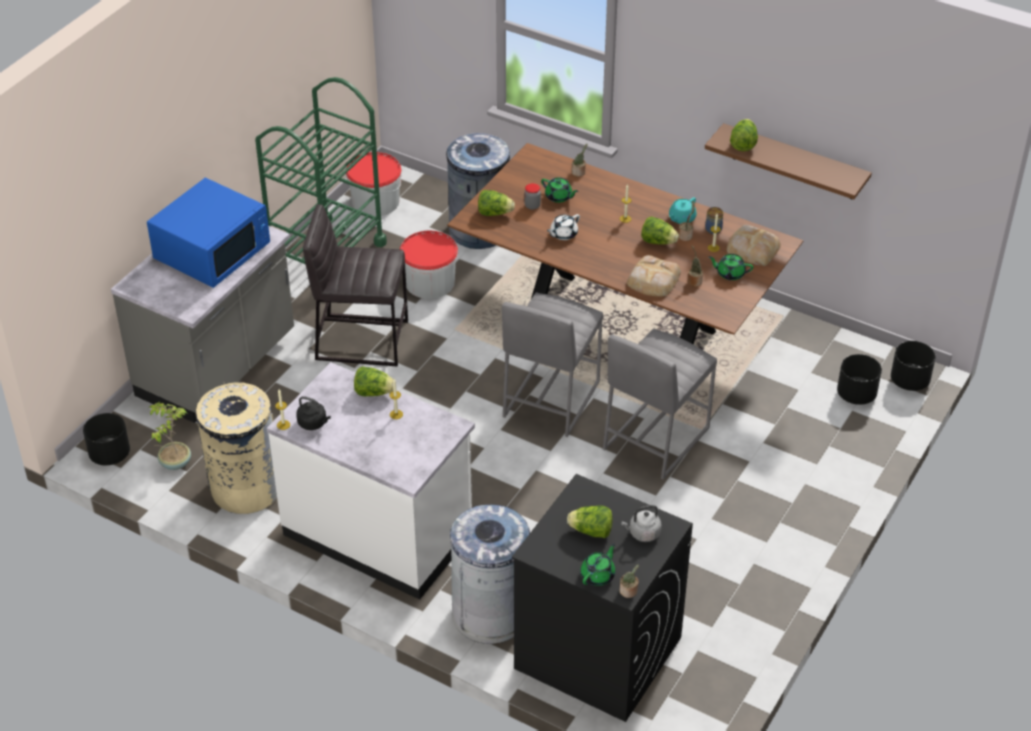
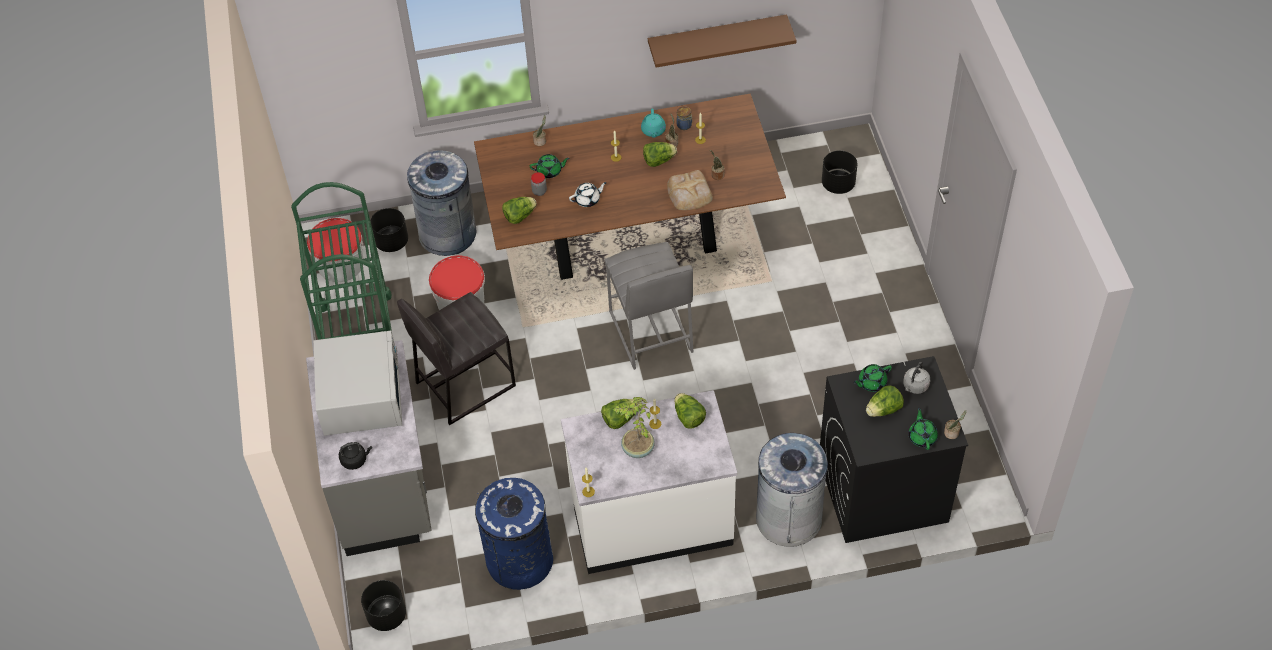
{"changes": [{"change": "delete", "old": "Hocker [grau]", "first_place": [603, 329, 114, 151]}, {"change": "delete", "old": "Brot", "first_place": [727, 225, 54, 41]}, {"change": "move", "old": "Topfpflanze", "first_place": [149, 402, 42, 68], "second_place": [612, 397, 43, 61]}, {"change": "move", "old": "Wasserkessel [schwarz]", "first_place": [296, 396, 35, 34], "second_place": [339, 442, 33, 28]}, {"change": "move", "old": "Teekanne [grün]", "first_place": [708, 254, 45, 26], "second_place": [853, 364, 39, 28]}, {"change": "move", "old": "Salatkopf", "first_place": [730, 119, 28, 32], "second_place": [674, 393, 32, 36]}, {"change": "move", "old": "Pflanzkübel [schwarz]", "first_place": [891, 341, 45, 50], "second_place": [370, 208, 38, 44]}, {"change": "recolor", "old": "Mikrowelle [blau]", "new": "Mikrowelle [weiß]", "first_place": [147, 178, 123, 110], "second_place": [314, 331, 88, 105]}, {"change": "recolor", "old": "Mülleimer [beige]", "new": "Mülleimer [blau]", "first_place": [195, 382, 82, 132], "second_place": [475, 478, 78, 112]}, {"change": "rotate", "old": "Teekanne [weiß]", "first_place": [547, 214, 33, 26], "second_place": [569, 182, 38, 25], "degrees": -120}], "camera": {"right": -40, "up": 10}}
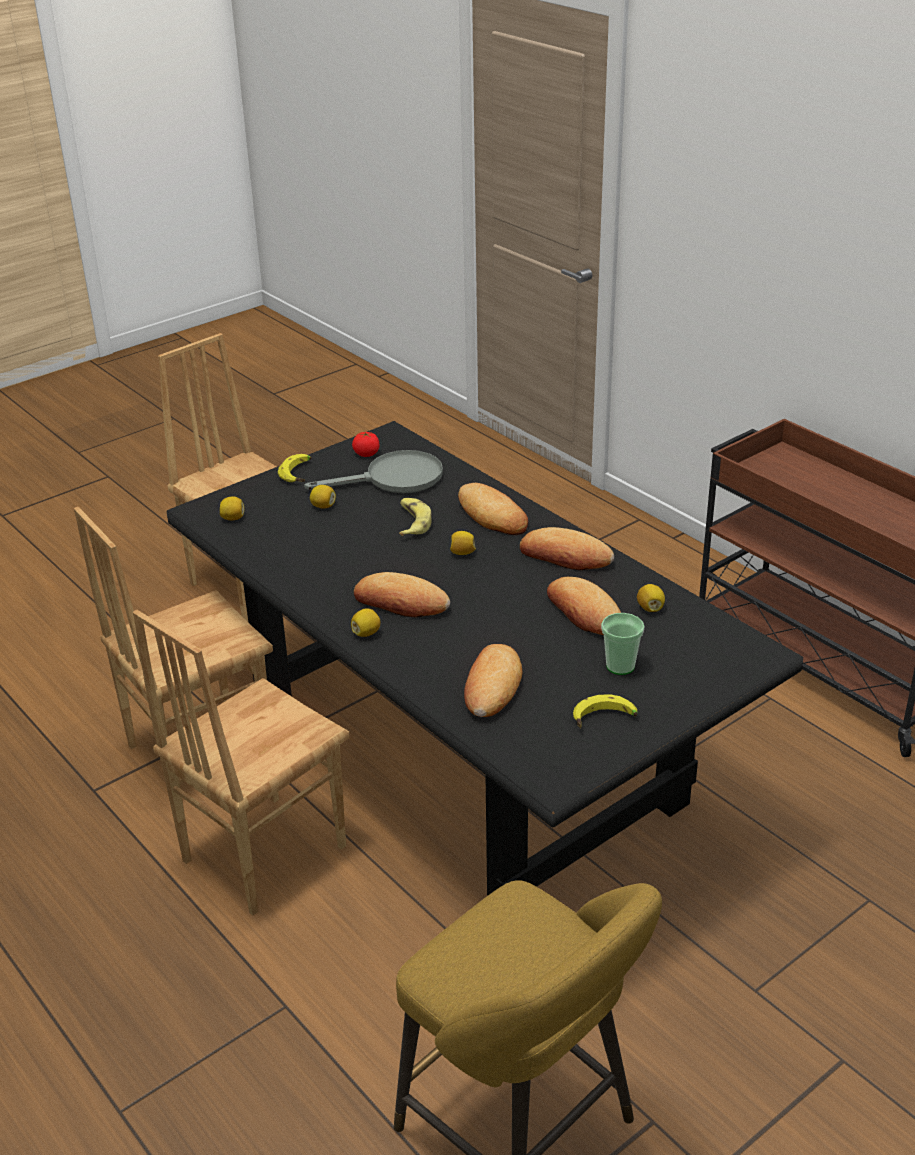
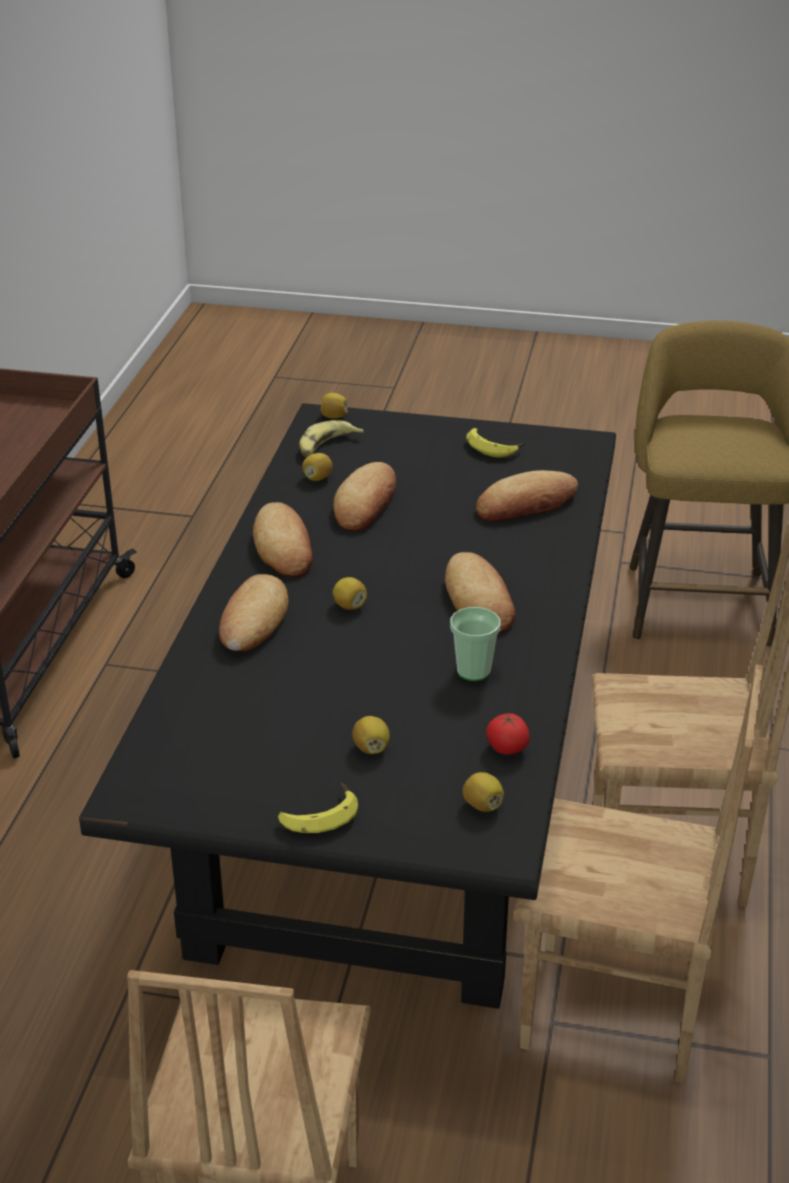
{"changes": [{"change": "delete", "old": "Pfanne [grau]", "first_place": [304, 450, 139, 43]}, {"change": "move", "old": "Zitrone", "first_place": [351, 608, 29, 29], "second_place": [320, 393, 28, 25]}, {"change": "move", "old": "Tomate", "first_place": [352, 432, 27, 25], "second_place": [486, 712, 44, 43]}, {"change": "move", "old": "Banane", "first_place": [399, 498, 33, 38], "second_place": [299, 420, 65, 37]}, {"change": "move", "old": "Tasse", "first_place": [601, 613, 44, 62], "second_place": [450, 607, 51, 74]}], "camera": {"right": -130, "up": 0}}
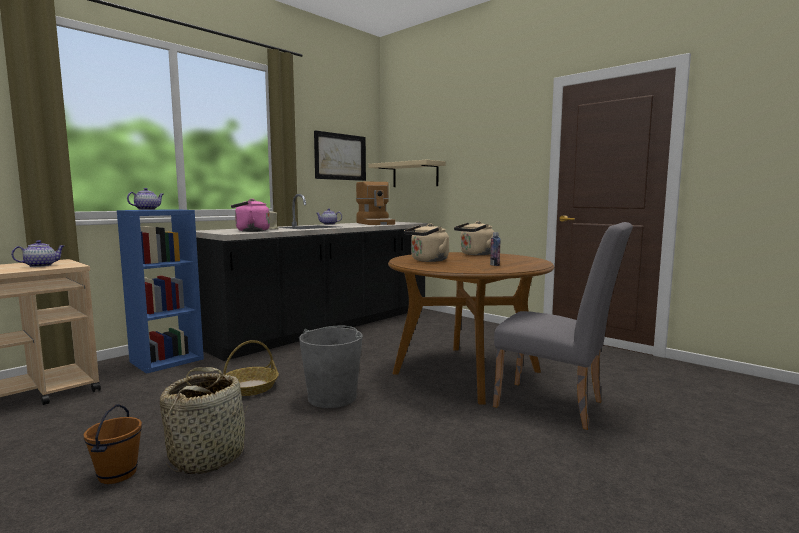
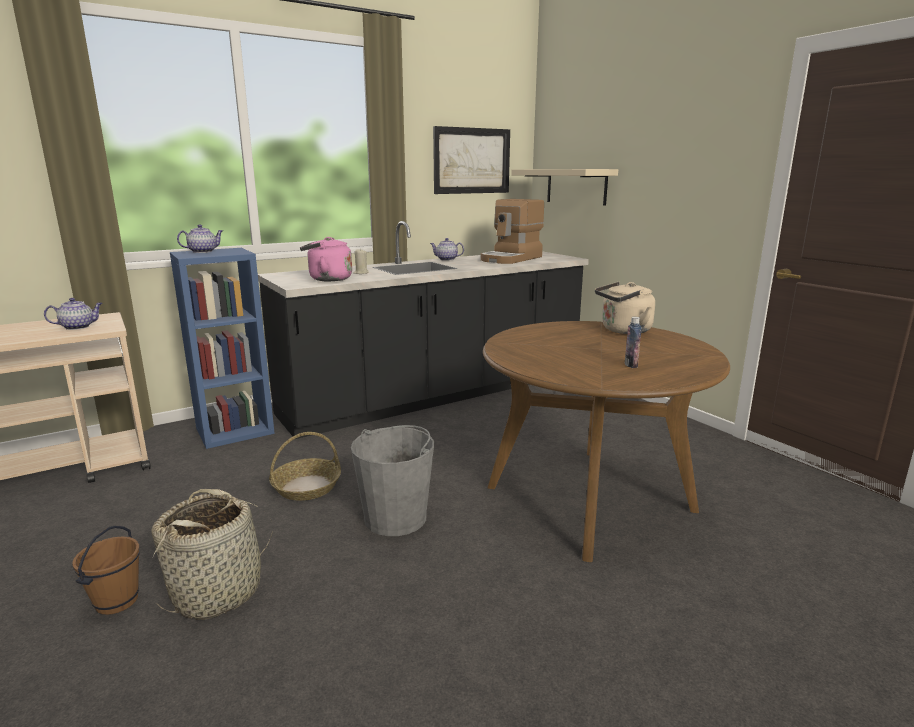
{"changes": [{"change": "delete", "old": "Wasserkessel [beige]", "first_place": [404, 224, 45, 38]}, {"change": "delete", "old": "Stuhl [grau]", "first_place": [493, 222, 140, 208]}, {"change": "rotate", "old": "Kaffeemaschine", "first_place": [356, 181, 39, 44], "second_place": [481, 199, 63, 65], "degrees": 45}], "camera": {"right": 15, "up": 10}}
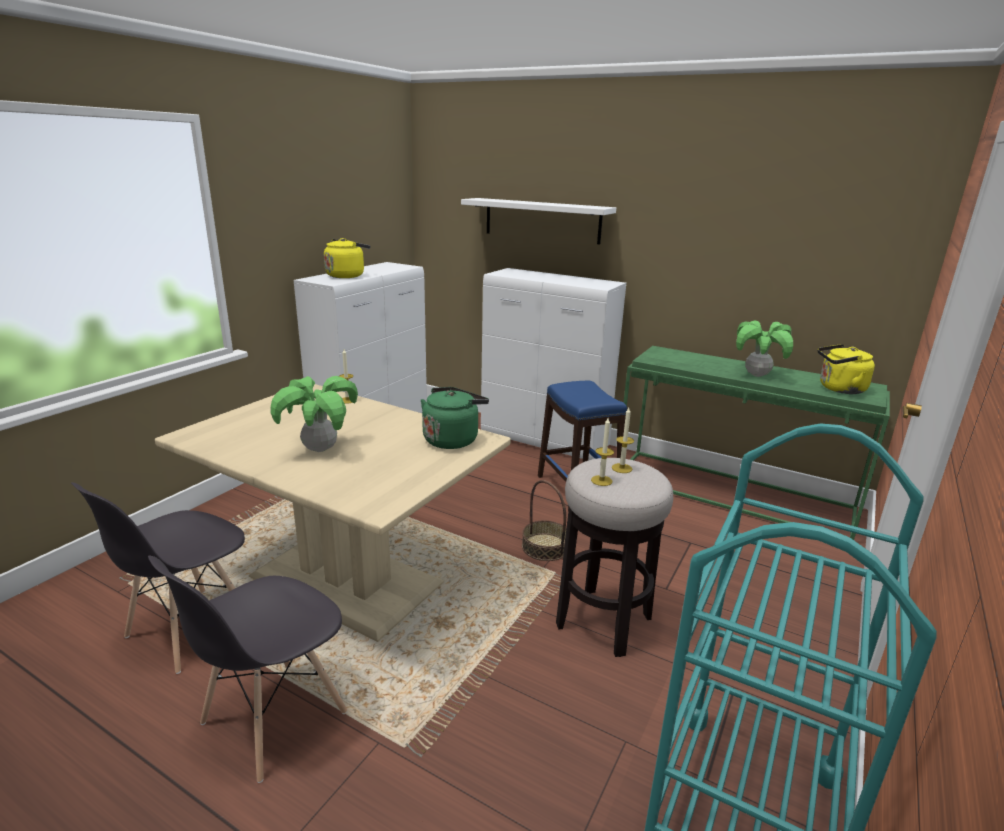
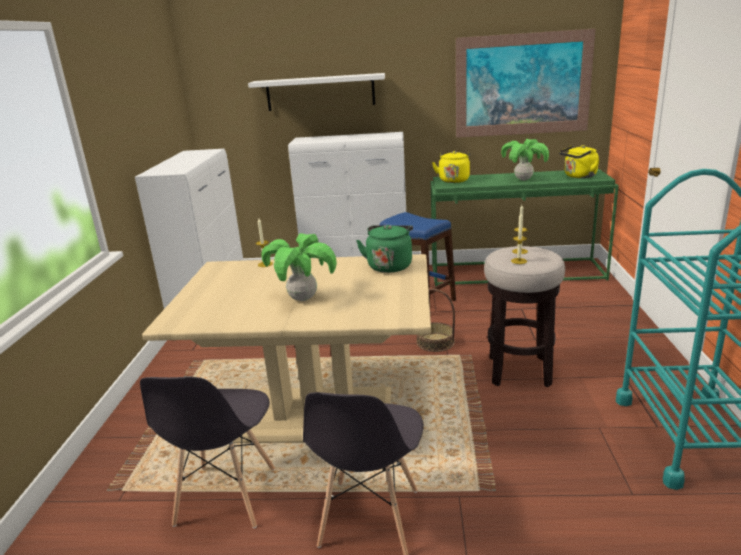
{"changes": [{"change": "insert", "new": "Bild", "second_place": [456, 29, 140, 109]}, {"change": "move", "old": "Wasserkessel [gelb]", "first_place": [324, 238, 46, 40], "second_place": [432, 151, 38, 32]}], "camera": {"right": -25, "up": 0}}
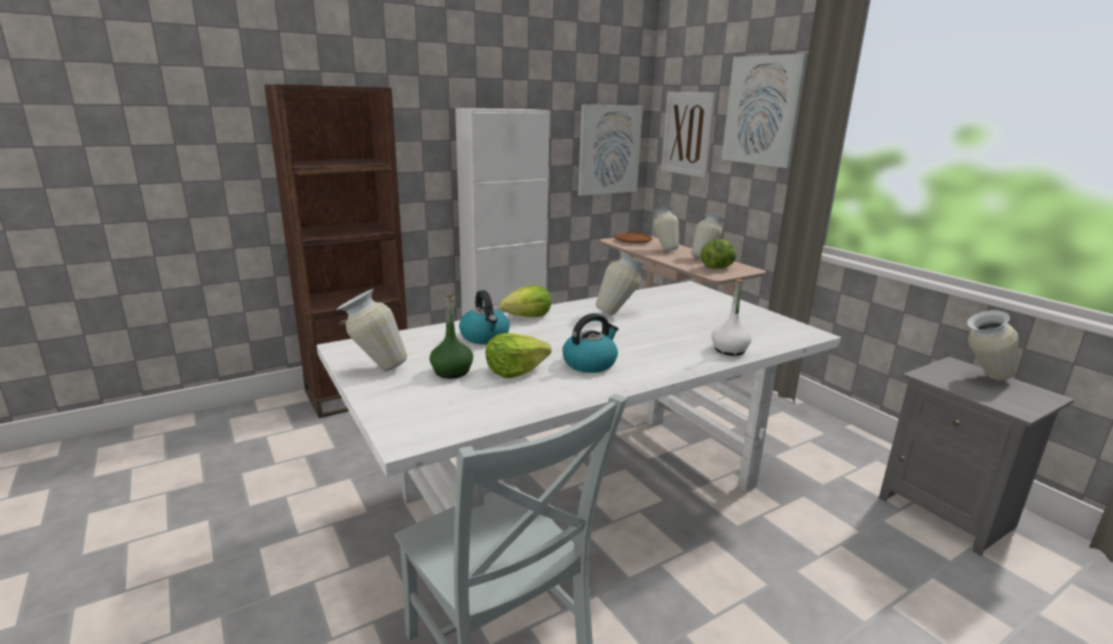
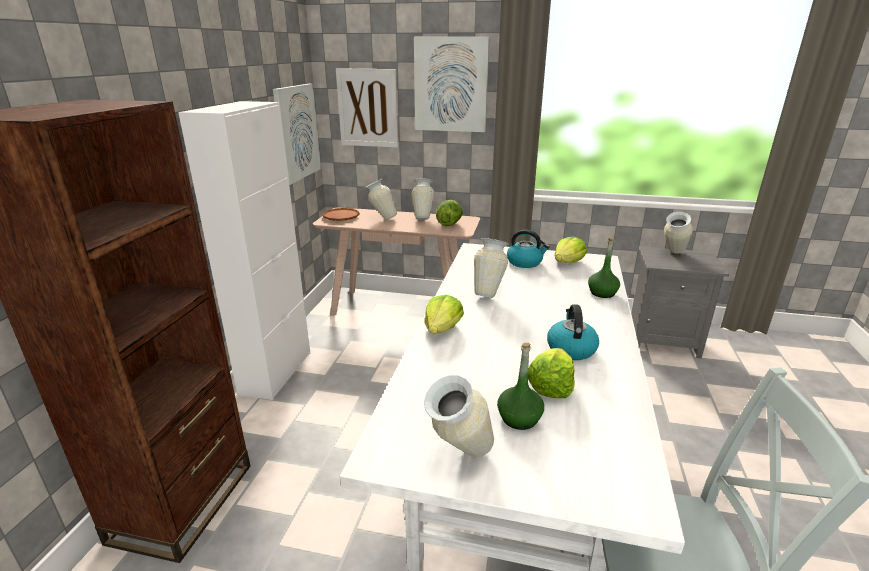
{"changes": [{"change": "insert", "new": "Salatkopf", "second_place": [554, 237, 33, 26]}, {"change": "move", "old": "Wasserkessel", "first_place": [459, 290, 51, 54], "second_place": [507, 230, 43, 38]}, {"change": "recolor", "old": "Flasche [weiß]", "new": "Flasche [grün]", "first_place": [712, 279, 40, 77], "second_place": [588, 237, 32, 61]}], "camera": {"right": -45, "up": 5}}
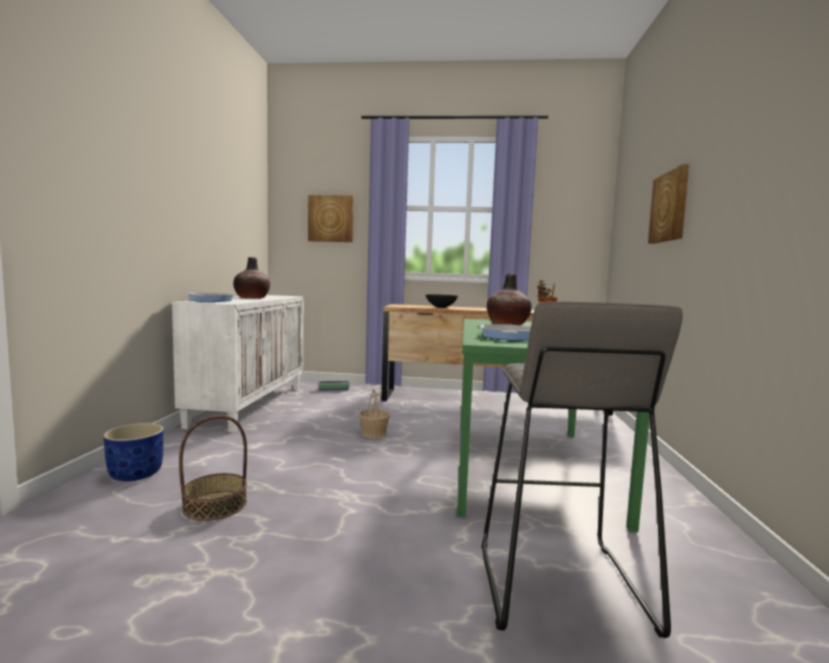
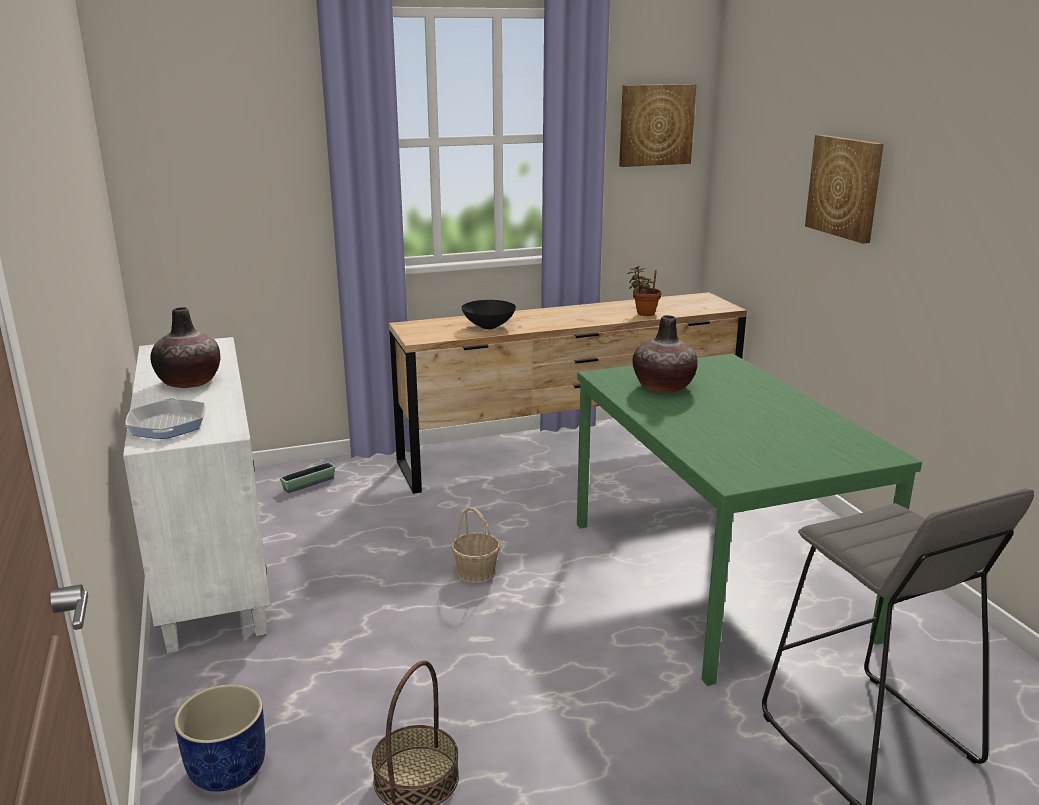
{"changes": [{"change": "delete", "old": "Pfanne", "first_place": [481, 324, 50, 17]}, {"change": "move", "old": "Bild", "first_place": [308, 195, 46, 47], "second_place": [619, 84, 77, 83]}], "camera": {"right": -25, "up": 15}}
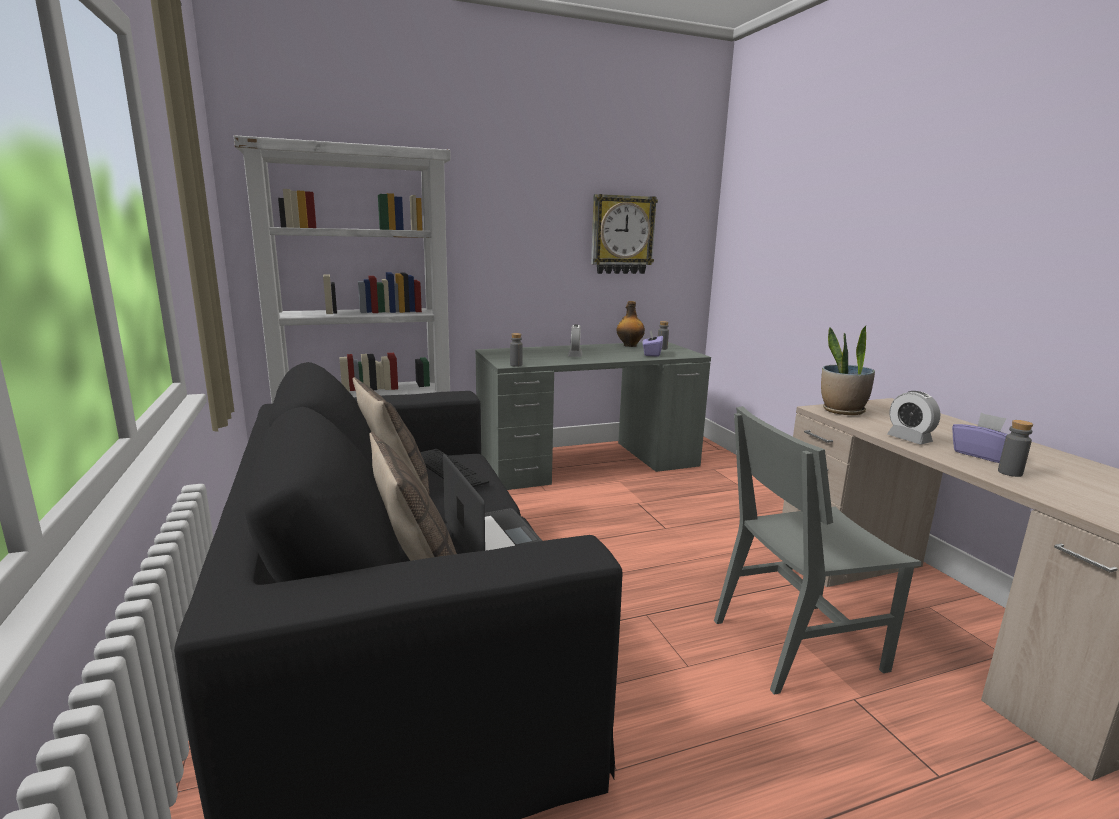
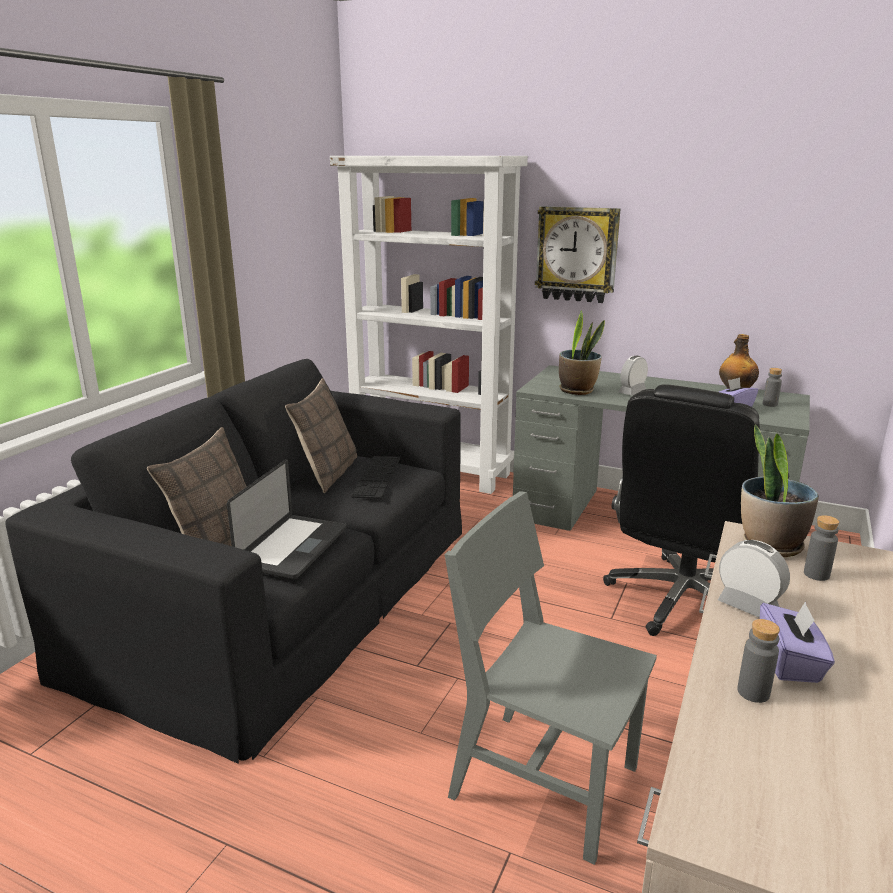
{"changes": [{"change": "insert", "new": "Topfpflanze", "second_place": [559, 310, 46, 85]}, {"change": "insert", "new": "Bürostuhl [schwarz]", "second_place": [603, 384, 186, 252]}, {"change": "move", "old": "Flasche [grau]", "first_place": [510, 333, 13, 34], "second_place": [804, 515, 35, 66]}, {"change": "move", "old": "Wanduhr", "first_place": [591, 194, 67, 80], "second_place": [535, 206, 85, 97]}, {"change": "rotate", "old": "Wecker", "first_place": [887, 391, 53, 54], "second_place": [718, 540, 72, 78], "degrees": 120}], "camera": {"right": 45, "up": 5}}
